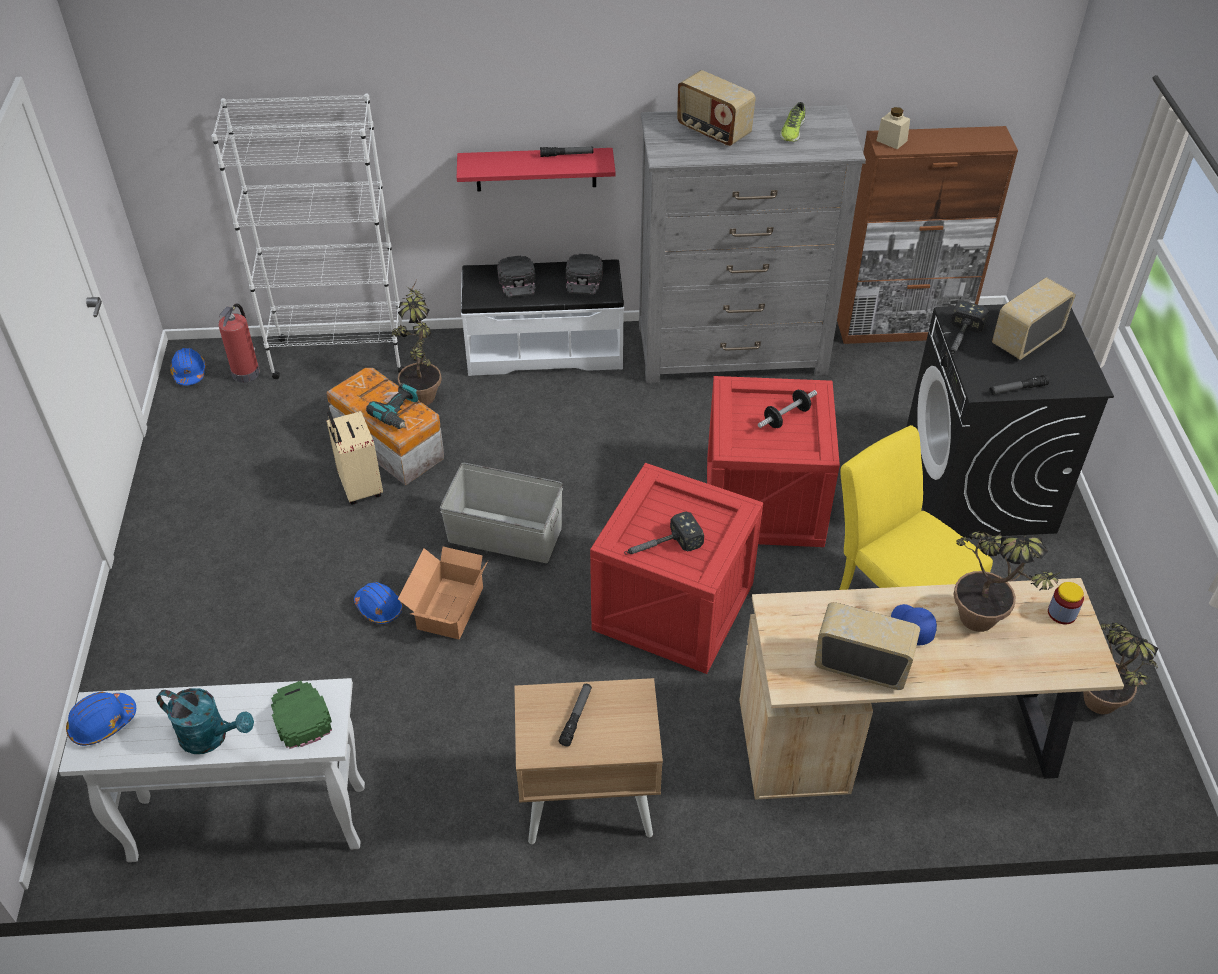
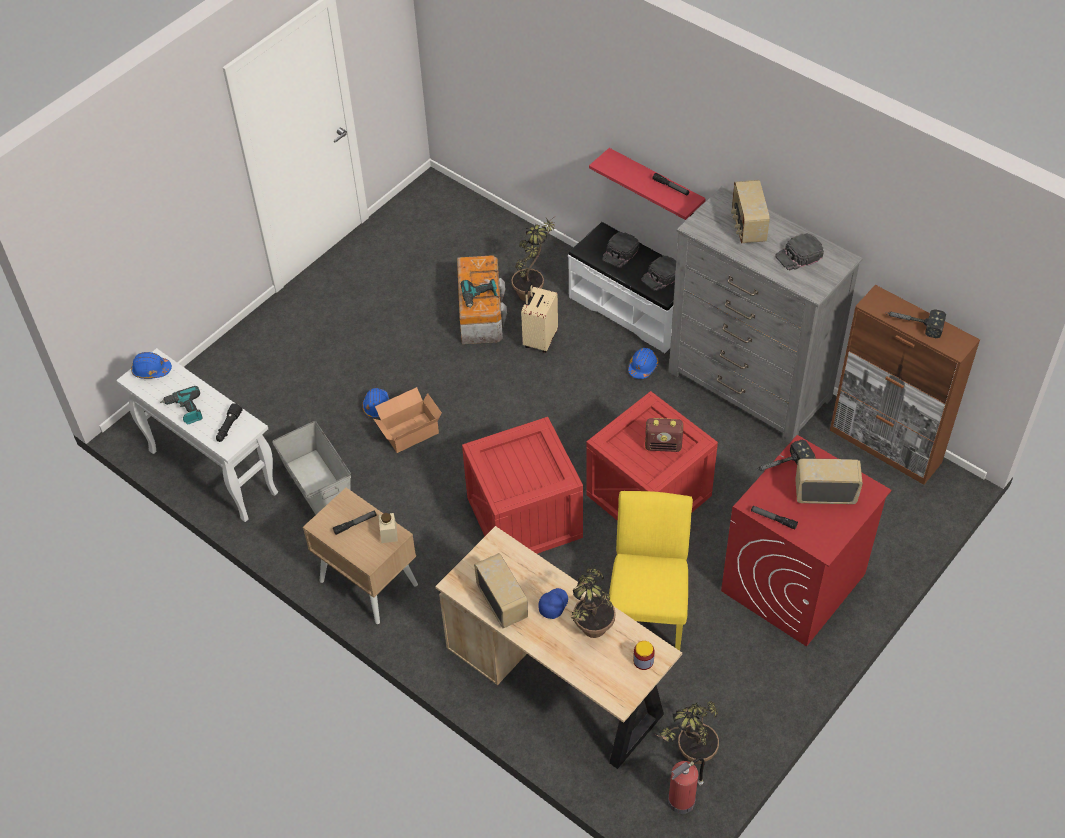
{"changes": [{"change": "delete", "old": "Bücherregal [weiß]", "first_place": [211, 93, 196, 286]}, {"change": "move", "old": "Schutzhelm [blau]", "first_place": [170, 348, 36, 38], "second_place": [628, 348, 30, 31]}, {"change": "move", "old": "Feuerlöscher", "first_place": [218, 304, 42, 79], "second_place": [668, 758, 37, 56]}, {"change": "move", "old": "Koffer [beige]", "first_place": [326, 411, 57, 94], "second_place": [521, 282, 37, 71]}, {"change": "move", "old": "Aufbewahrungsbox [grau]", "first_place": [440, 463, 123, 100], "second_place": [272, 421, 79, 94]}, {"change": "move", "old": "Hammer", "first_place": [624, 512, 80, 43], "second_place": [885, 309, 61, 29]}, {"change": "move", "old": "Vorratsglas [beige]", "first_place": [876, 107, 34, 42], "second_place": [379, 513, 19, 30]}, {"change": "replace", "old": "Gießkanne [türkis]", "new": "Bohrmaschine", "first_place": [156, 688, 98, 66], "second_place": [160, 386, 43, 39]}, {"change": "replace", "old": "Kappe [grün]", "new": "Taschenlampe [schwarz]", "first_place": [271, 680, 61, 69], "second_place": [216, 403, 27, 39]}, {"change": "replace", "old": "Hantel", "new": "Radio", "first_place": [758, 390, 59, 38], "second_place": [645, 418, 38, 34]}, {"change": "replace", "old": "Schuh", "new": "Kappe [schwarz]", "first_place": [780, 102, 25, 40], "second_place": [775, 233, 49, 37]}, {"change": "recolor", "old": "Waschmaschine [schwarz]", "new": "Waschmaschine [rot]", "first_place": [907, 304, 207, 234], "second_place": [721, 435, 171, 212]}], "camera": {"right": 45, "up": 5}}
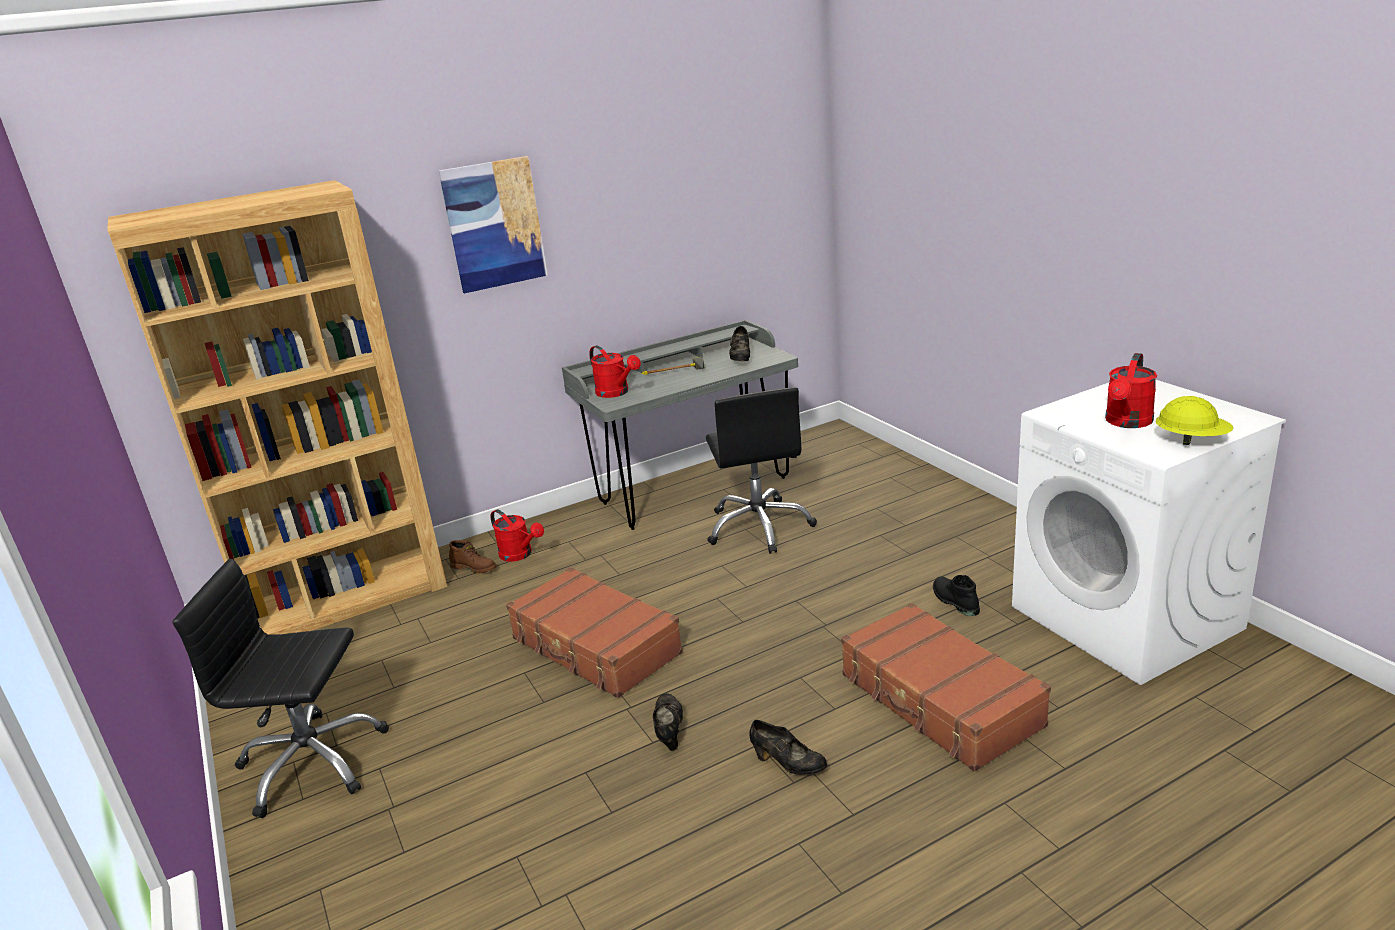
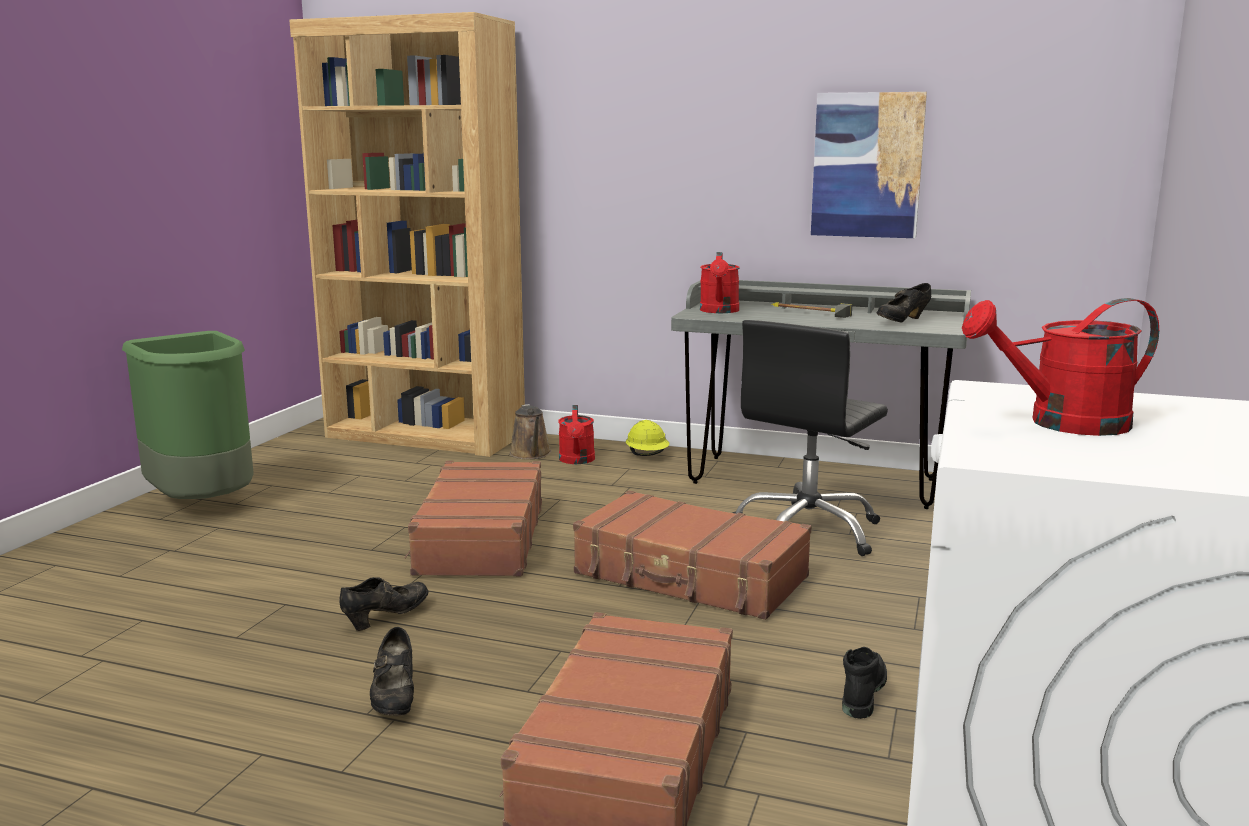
{"changes": [{"change": "insert", "new": "Koffer [braun]", "second_place": [573, 490, 238, 130]}, {"change": "move", "old": "Bild", "first_place": [439, 156, 109, 138], "second_place": [811, 92, 116, 146]}, {"change": "move", "old": "Schutzhelm [gelb]", "first_place": [1156, 396, 77, 49], "second_place": [626, 420, 43, 36]}, {"change": "replace", "old": "Bürostuhl [schwarz]", "new": "Mülleimer [grün]", "first_place": [172, 559, 217, 259], "second_place": [122, 331, 132, 168]}, {"change": "replace", "old": "Stiefel [braun]", "new": "Gießkanne [braun]", "first_place": [449, 540, 48, 33], "second_place": [509, 404, 42, 55]}], "camera": {"right": 45, "up": -10}}
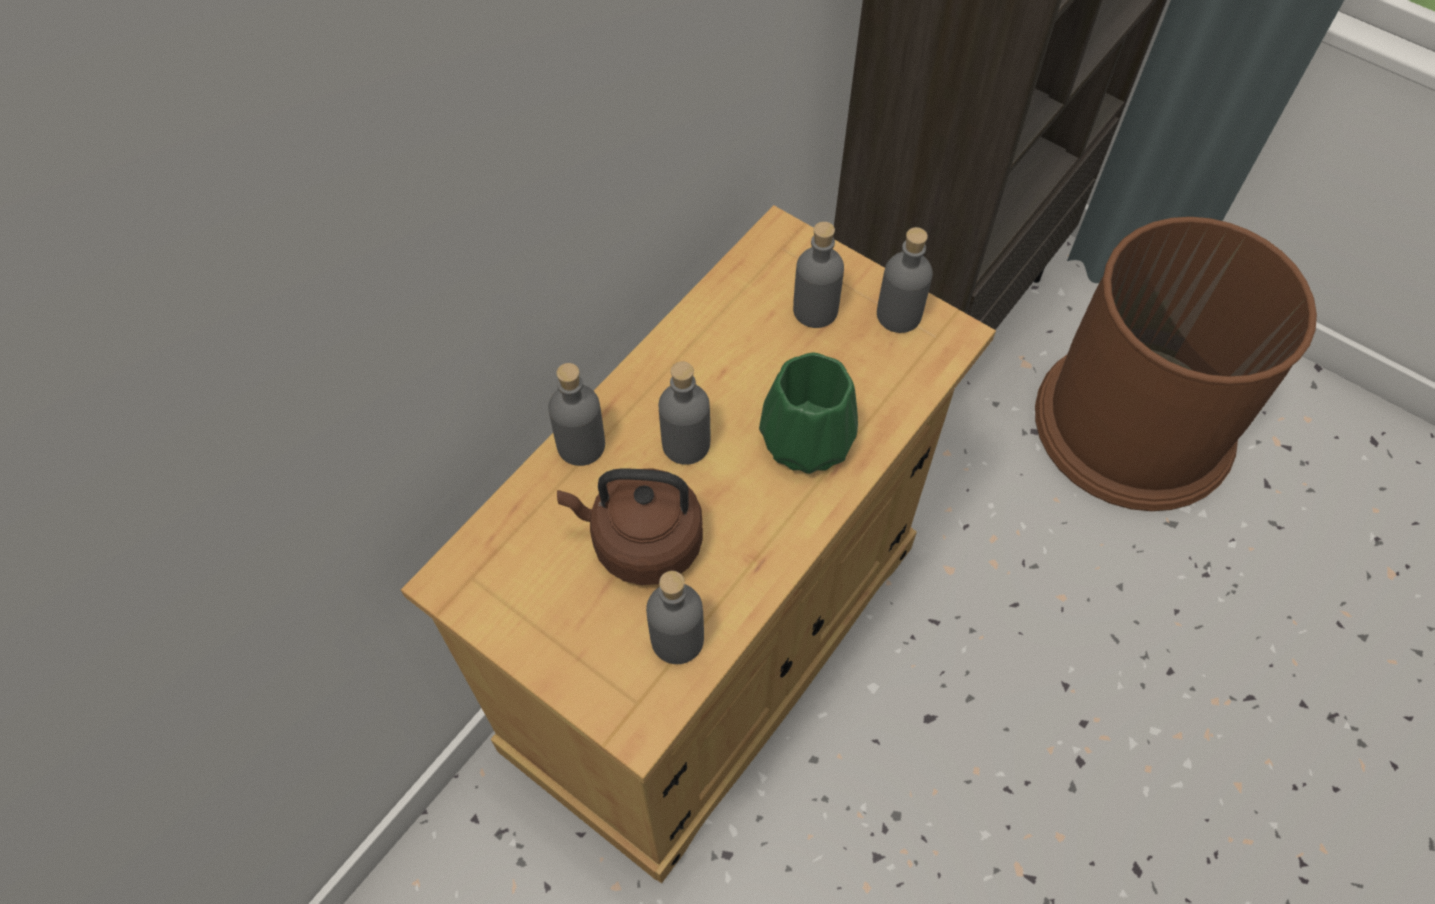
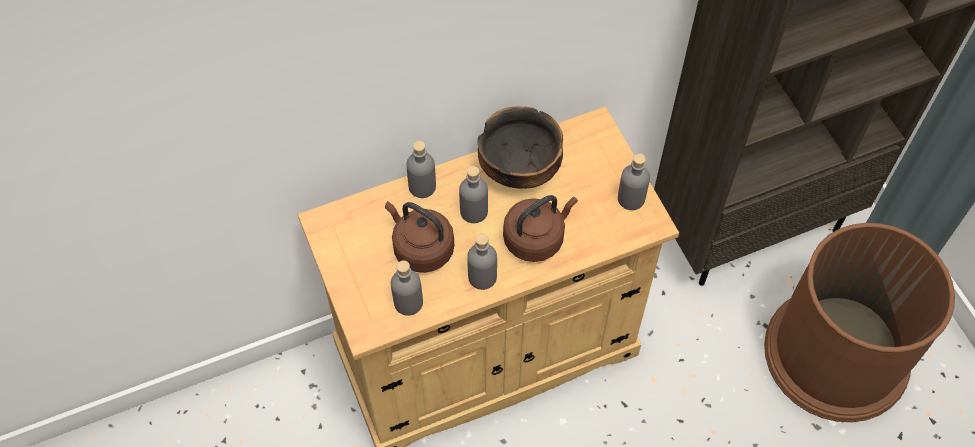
{"changes": [{"change": "insert", "new": "Schüssel", "second_place": [478, 106, 85, 83]}, {"change": "move", "old": "Flasche [grau]", "first_place": [793, 221, 51, 107], "second_place": [467, 234, 30, 56]}, {"change": "replace", "old": "Vase [grün]", "new": "Wasserkessel [braun]", "first_place": [759, 353, 99, 121], "second_place": [503, 195, 75, 67]}], "camera": {"right": 30, "up": 0}}
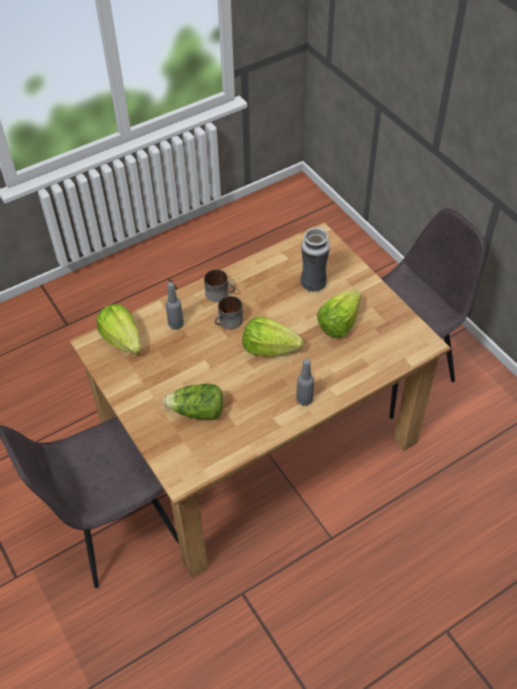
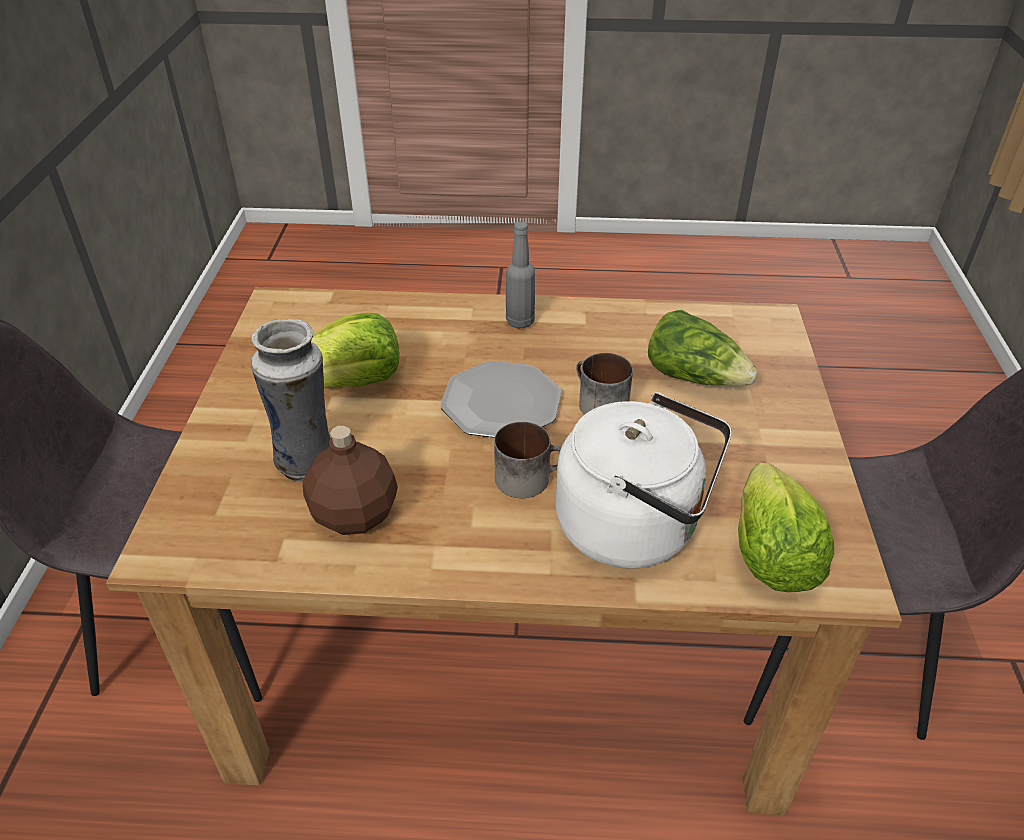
{"changes": [{"change": "insert", "new": "Flasche [braun]", "second_place": [303, 425, 95, 110]}, {"change": "move", "old": "Henkelbecher", "first_place": [204, 269, 31, 33], "second_place": [576, 353, 57, 62]}, {"change": "replace", "old": "Flasche [grau]", "new": "Wasserkessel [weiß]", "first_place": [166, 282, 18, 48], "second_place": [556, 392, 176, 177]}, {"change": "replace", "old": "Salatkopf", "new": "Teller", "first_place": [242, 317, 62, 39], "second_place": [440, 361, 122, 77]}], "camera": {"right": -145, "up": -10}}
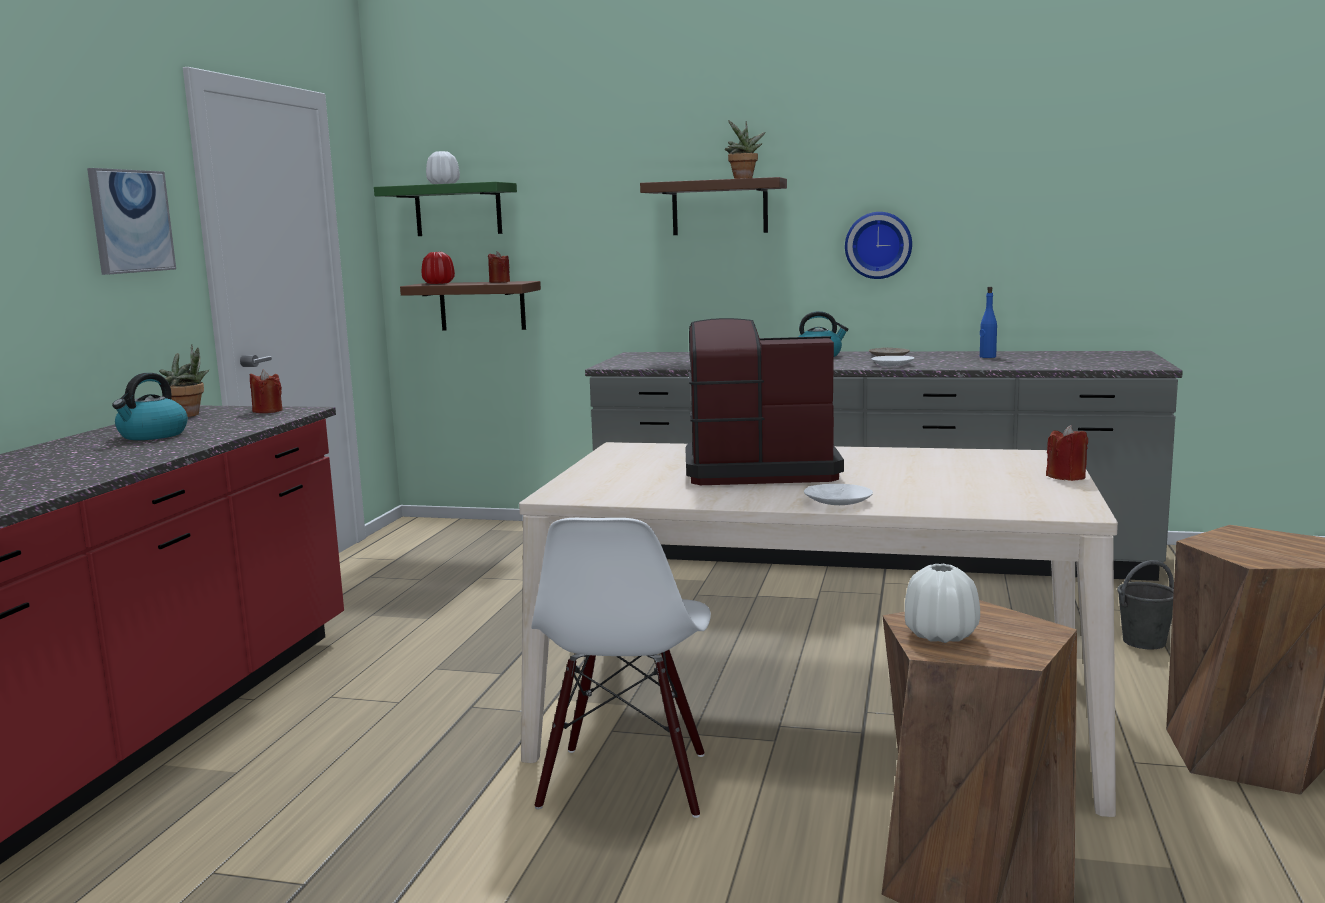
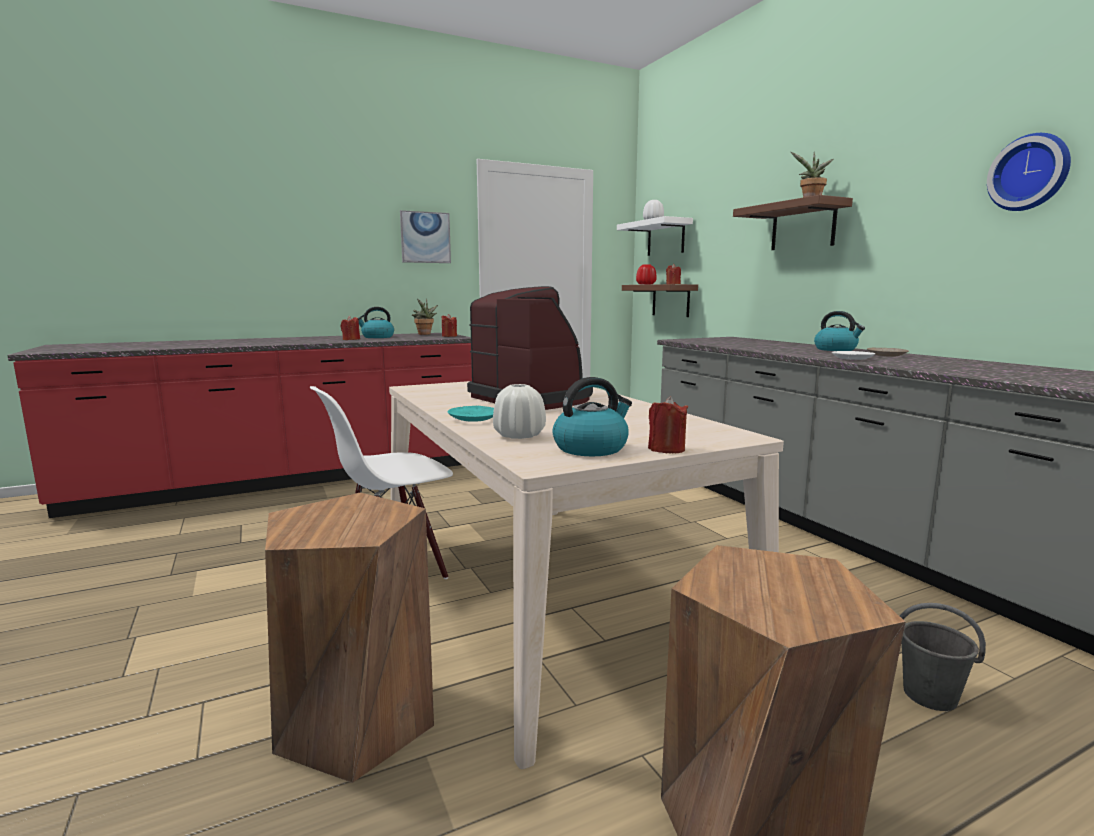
{"changes": [{"change": "delete", "old": "Flasche [blau]", "first_place": [980, 287, 17, 71]}, {"change": "insert", "new": "Kerze [rot]", "second_place": [341, 316, 19, 24]}, {"change": "insert", "new": "Wasserkessel", "second_place": [552, 377, 80, 79]}, {"change": "move", "old": "Wanduhr", "first_place": [845, 212, 67, 67], "second_place": [987, 133, 84, 78]}, {"change": "move", "old": "Vase [weiß]", "first_place": [905, 564, 75, 79], "second_place": [493, 384, 53, 55]}, {"change": "recolor", "old": "Wandregal [grün]", "new": "Wandregal [weiß]", "first_place": [374, 182, 143, 54], "second_place": [617, 216, 76, 40]}, {"change": "recolor", "old": "Teller [weiß]", "new": "Teller [türkis]", "first_place": [804, 484, 69, 21], "second_place": [448, 406, 46, 16]}], "camera": {"right": 50, "up": 0}}
